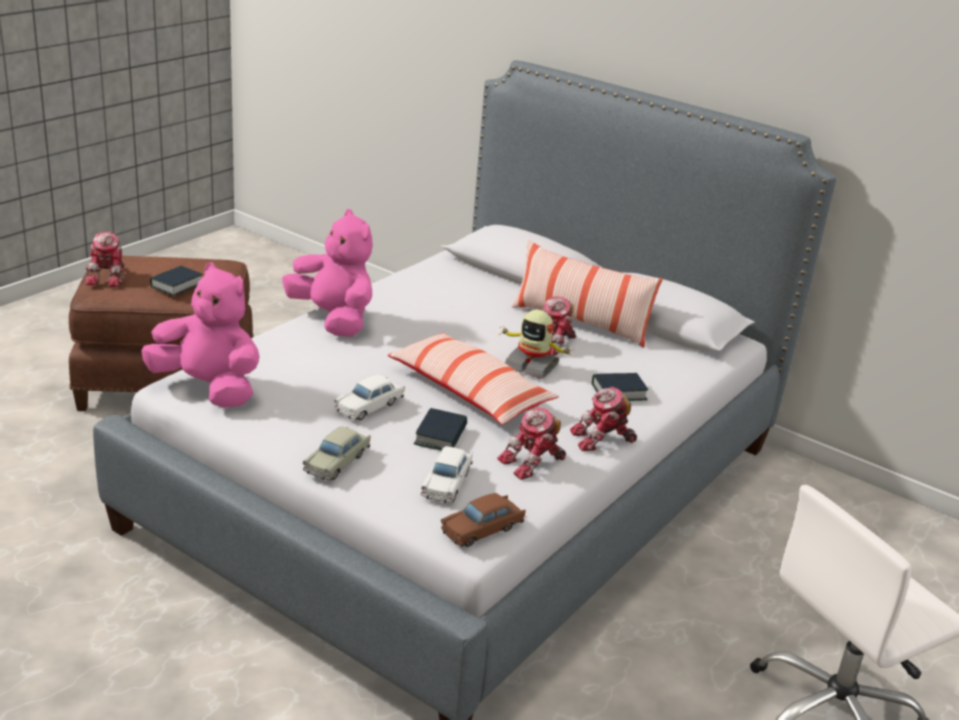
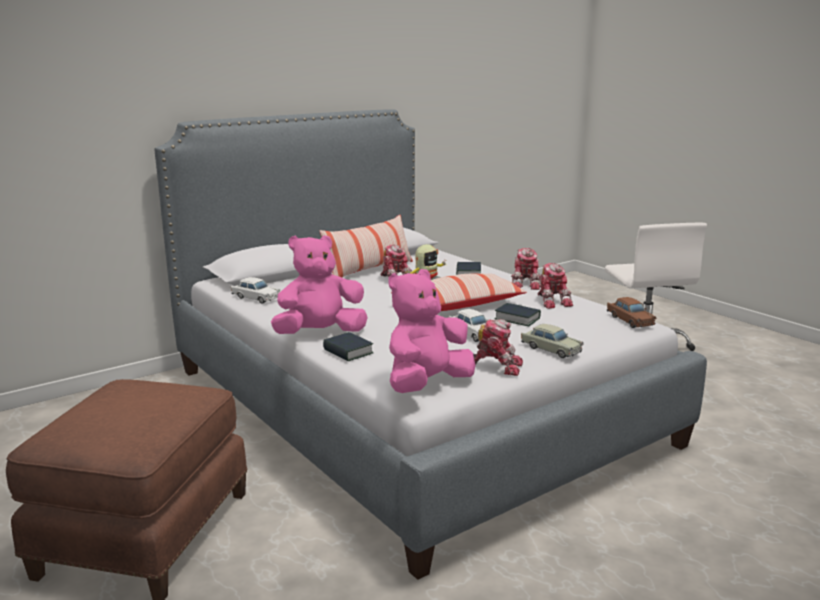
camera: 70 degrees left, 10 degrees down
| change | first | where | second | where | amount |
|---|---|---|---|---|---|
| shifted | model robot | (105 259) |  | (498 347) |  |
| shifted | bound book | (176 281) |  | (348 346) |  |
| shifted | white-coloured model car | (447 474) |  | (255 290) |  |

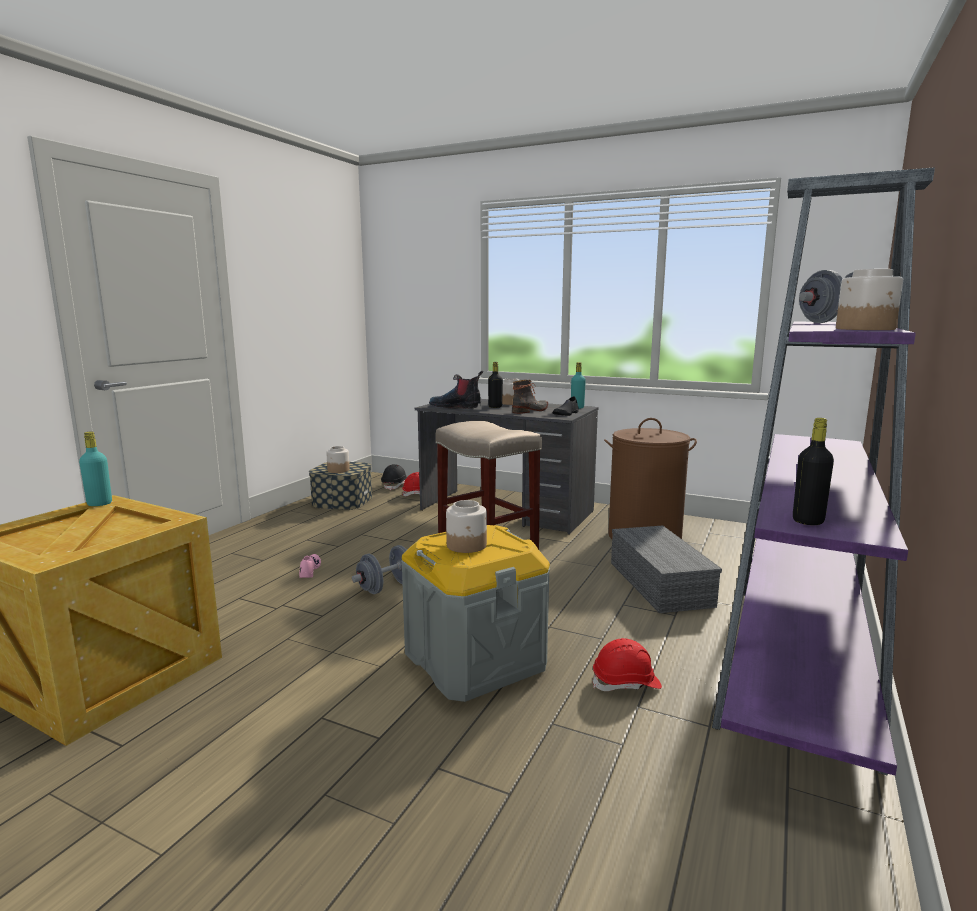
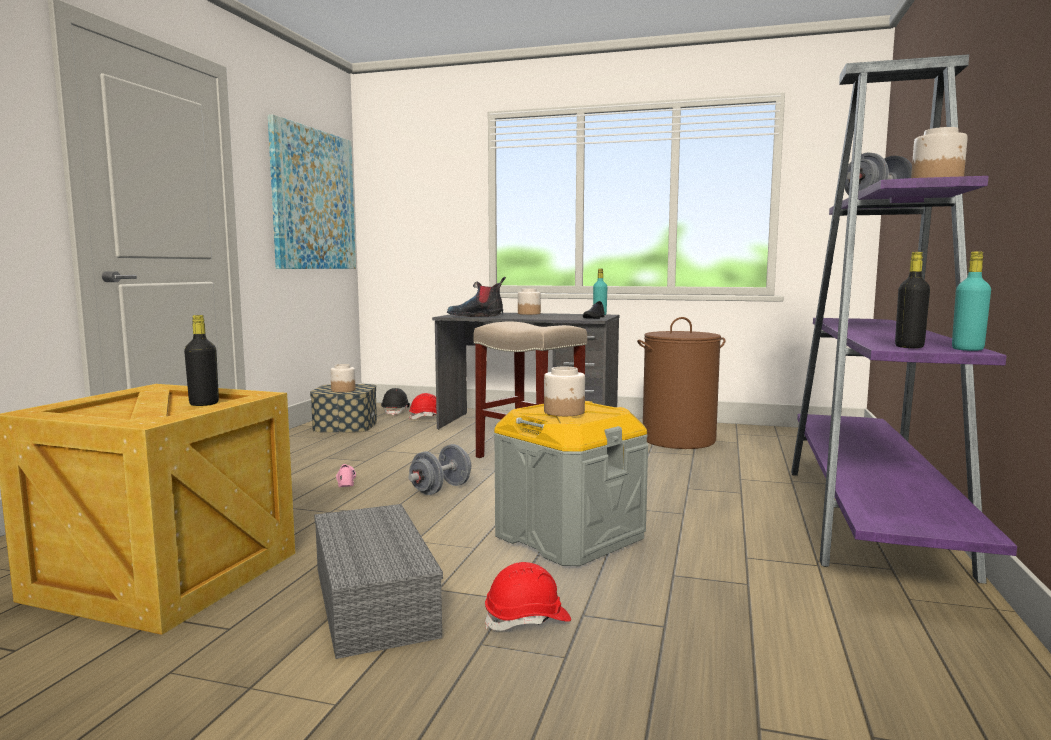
camera: 10 degrees left, 5 degrees down
| change | first | where | second | where | amount |
|---|---|---|---|---|---|
| shifted | turquoise beverage bottle | (95 469) |  | (971 301) |  |
| shifted | blackish beverage bottle | (495 385) |  | (201 360) |  |
| gone | high-top boot | (530 397) |  |  |  |
| shifted | red-coloured safety helmet | (627 664) |  | (528 596) |  |
| shifted | grey storage bin | (666 569) |  | (378 581) |  |
| new |  |  | picture | (312 191) |  |

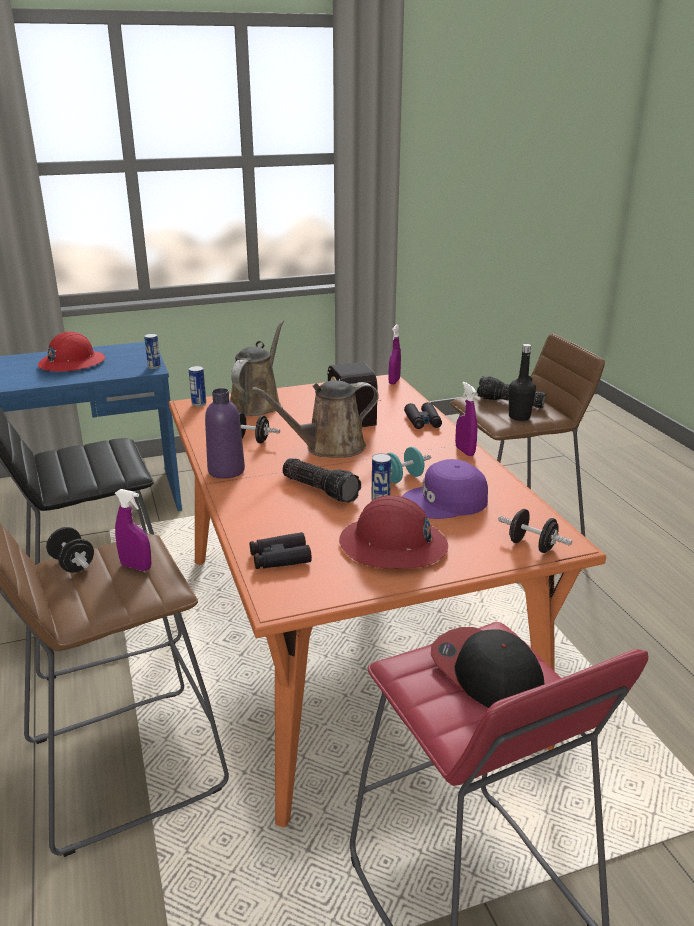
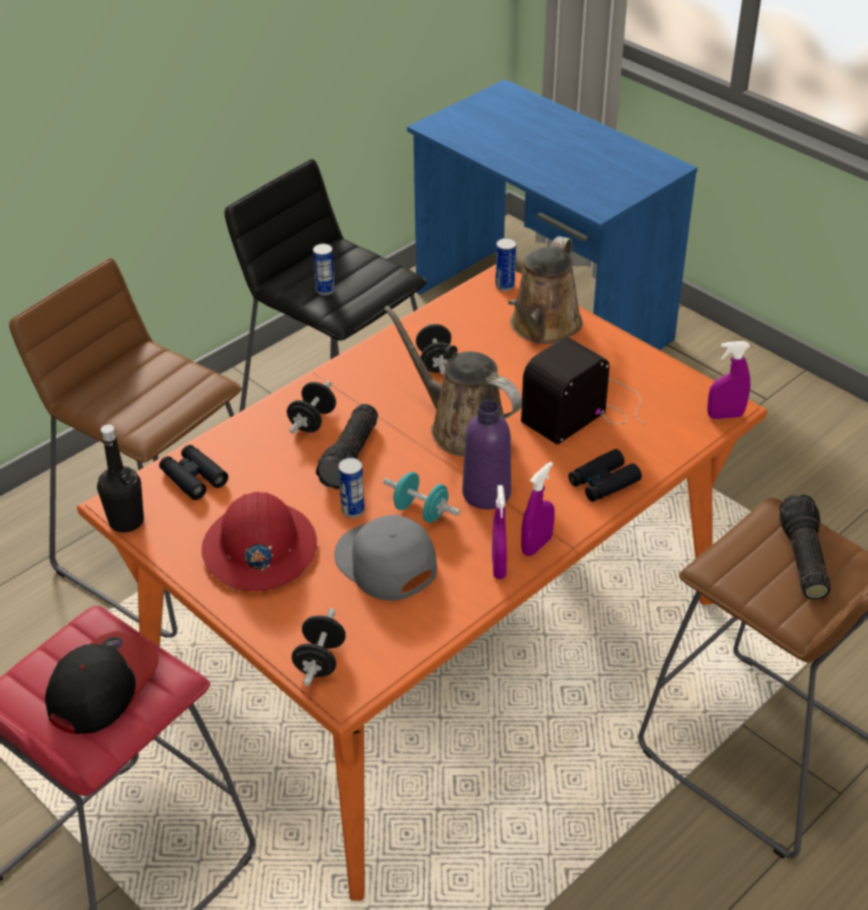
camera: 65 degrees right, 15 degrees up
| change | first | where | second | where | amount |
|---|---|---|---|---|---|
| gone | red-coloured safety helmet | (71 351) |  |  |  |
| shifted | blackish dumbbell | (70 550) |  | (311 407) |  |
| shifted | purplish hand sprayer | (133 530) |  | (499 532) |  |
| shifted | sealed can | (152 351) |  | (324 269) |  |
| shifted | purplish beverage bottle | (225 433) |  | (486 454) |  |
| rotated | brown-coloured watering can | (257 368) |  | (545 290) | 120 degrees clockwise |
| repainted | purplish baseball cap | (445 489) | grey baseball cap | (386 558) |  |
| shifted | blackish beverage bottle | (522 382) |  | (120 478) |  |

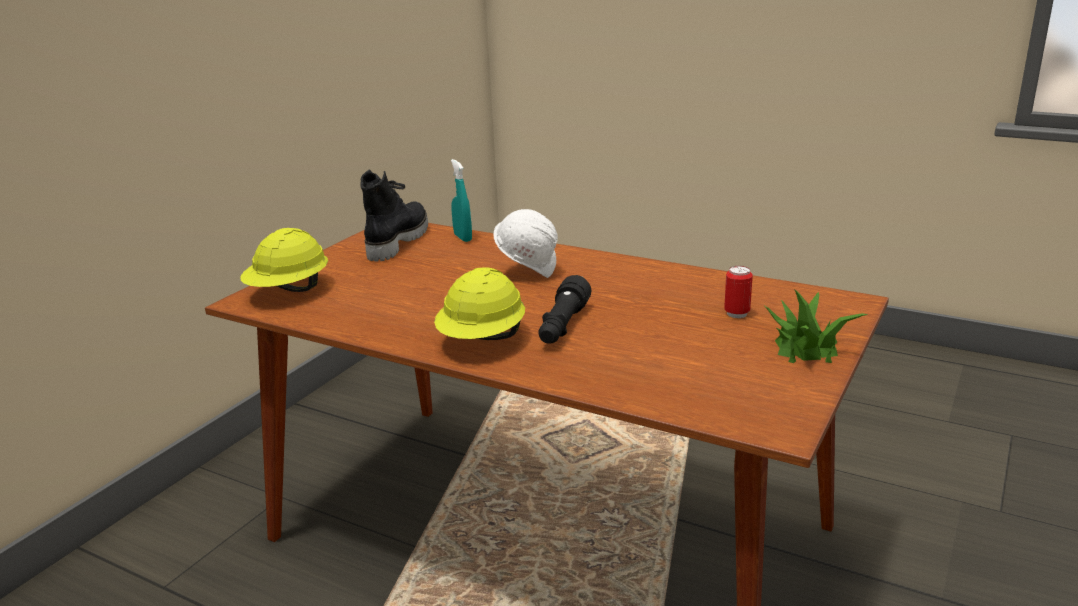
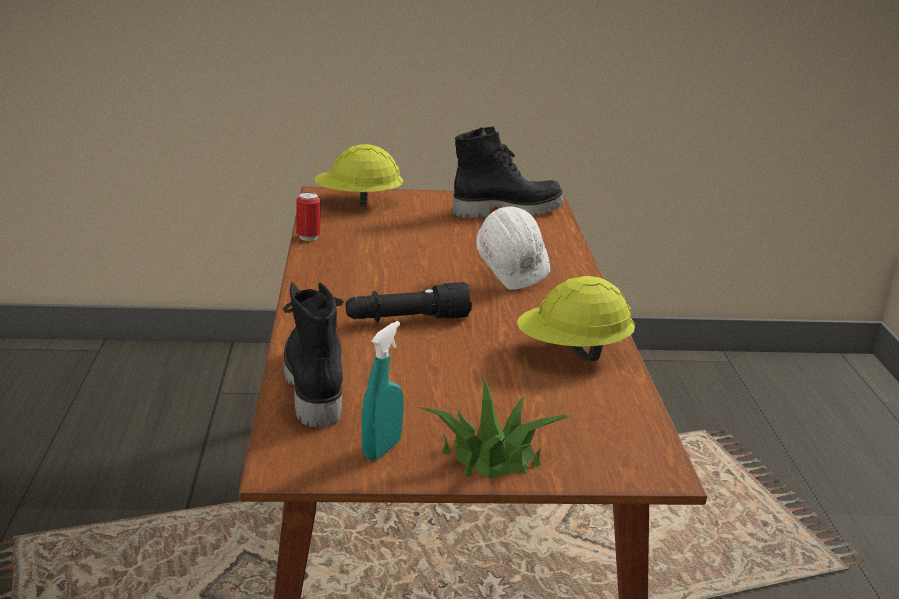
camera: 55 degrees right, 0 degrees up
| change | first | where | second | where | amount |
|---|---|---|---|---|---|
| shifted | yellow-coloured safety helmet | (479 303) |  | (576 318) |  |
| shifted | turquoise hand sprayer | (461 200) |  | (382 390) |  |
| shifted | sealed can | (738 292) |  | (308 216) |  |
| new |  |  | blackish high-top boot | (314 354) |  |

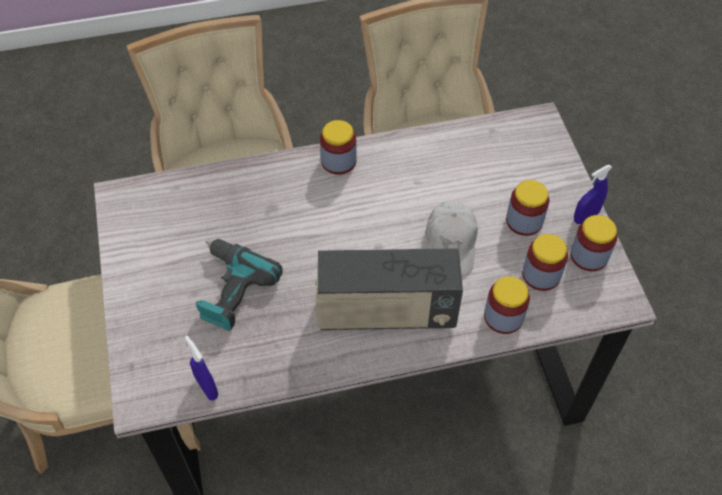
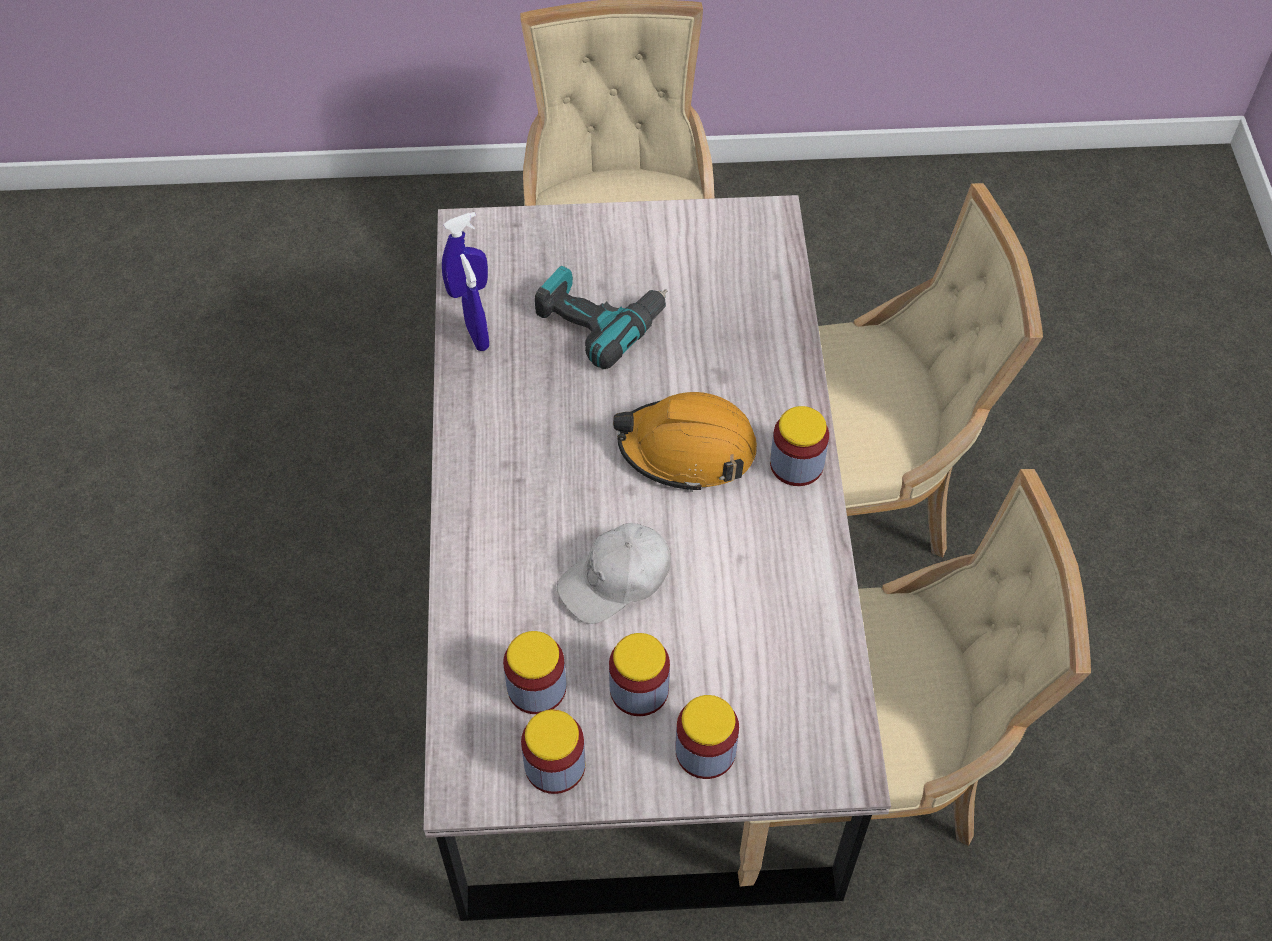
camera: 100 degrees right, 0 degrees up
| change | first | where | second | where | amount |
|---|---|---|---|---|---|
| gone | radio set | (389 289) |  |  |  |
| rotated | white-coloured baseball cap | (451 238) |  | (614 573) | 45 degrees counterclockwise |
| shifted | jar | (507 305) |  | (707 737) |  |
| shifted | bluish hand sprayer | (593 194) |  | (474 302) |  |
| new |  |  | orange safety helmet | (685 442) |  |

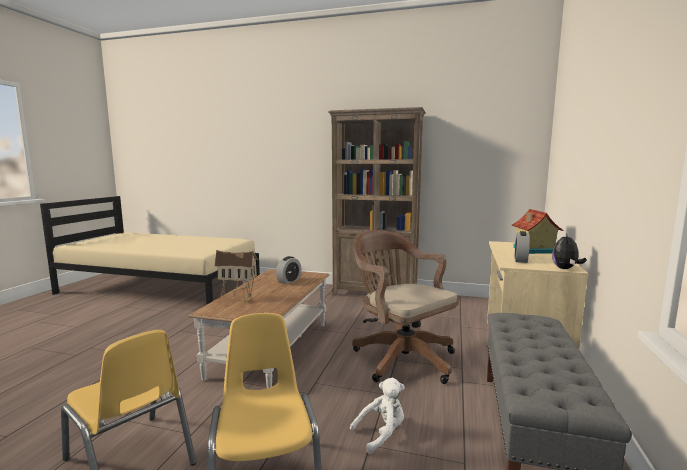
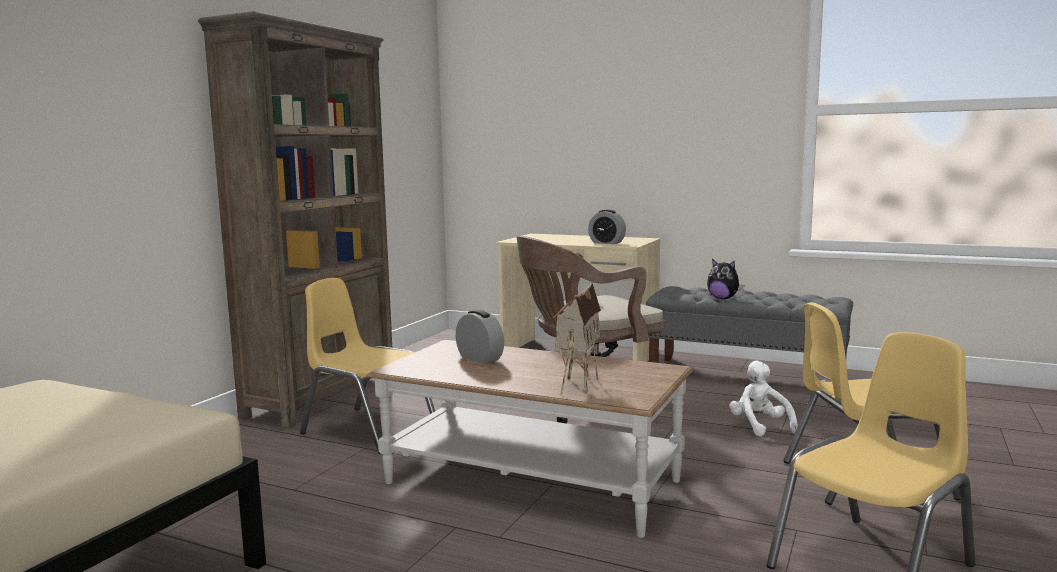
camera: 80 degrees left, 0 degrees up
| change | first | where | second | where | amount |
|---|---|---|---|---|---|
| gone | model house | (537 231) |  |  |  |
| shifted | soft toy | (569 251) |  | (725 279) |  |
| new |  |  | yellow-coloured chair | (367 366) |  |

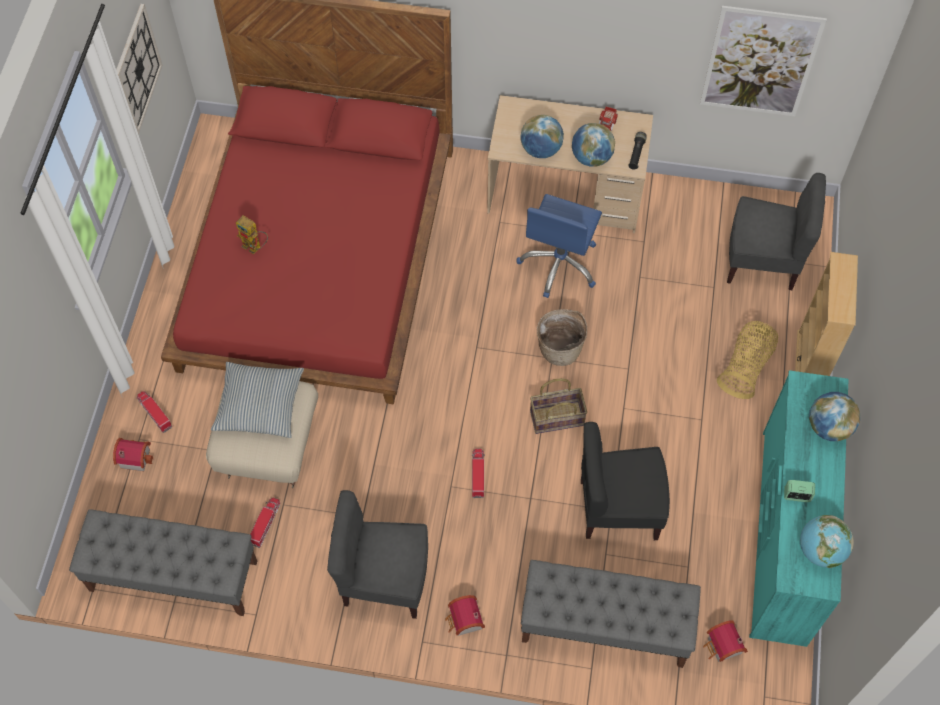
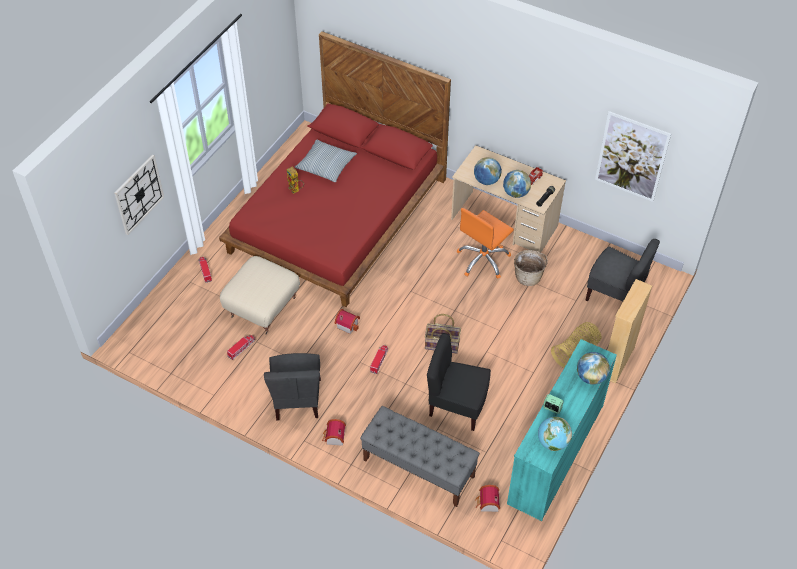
camera: 20 degrees right, 10 degrees down
| change | first | where | second | where | amount |
|---|---|---|---|---|---|
| gone | grey long seat | (163 562) |  |  |  |
| shifted | model house | (133 454) |  | (347 321) |  |
| shifted | clock on the wall | (139 69) |  | (139 194) |  |
| shifted | pillow | (257 400) |  | (326 161) |  |
| rotated | grey chair | (377 554) |  | (292 386) | 120 degrees counterclockwise |
| repainted | bluish computer chair | (559 246) | orange computer chair | (485 243) |  |
| shifted | basket | (562 337) |  | (531 268) |  |

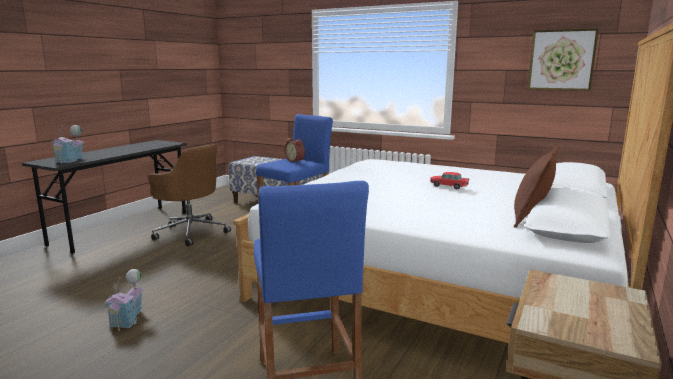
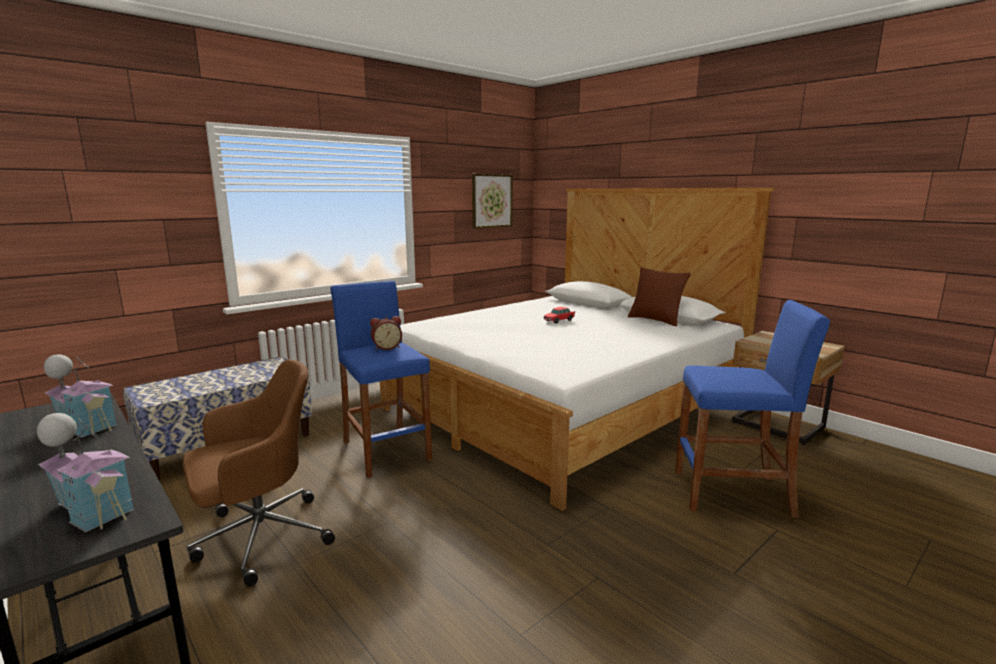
camera: 70 degrees left, 0 degrees up
| change | first | where | second | where | amount |
|---|---|---|---|---|---|
| shifted | model house | (124 300) |  | (80 396) |  |

